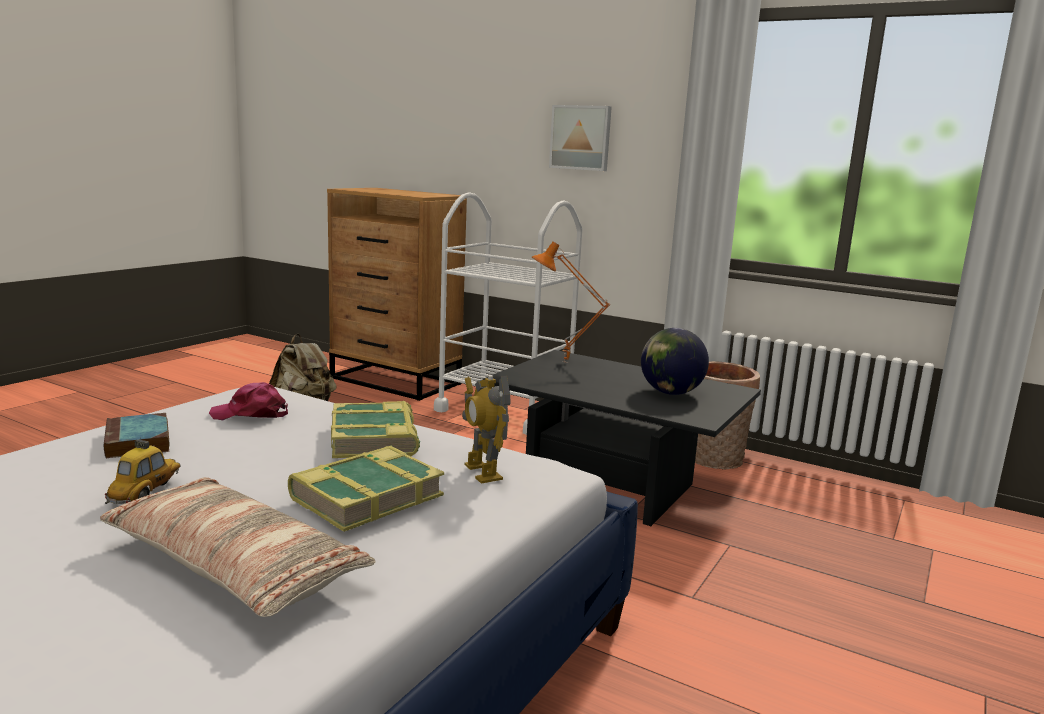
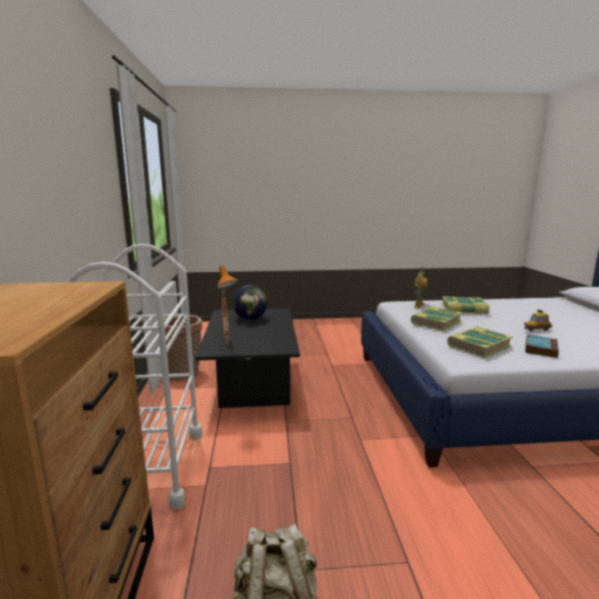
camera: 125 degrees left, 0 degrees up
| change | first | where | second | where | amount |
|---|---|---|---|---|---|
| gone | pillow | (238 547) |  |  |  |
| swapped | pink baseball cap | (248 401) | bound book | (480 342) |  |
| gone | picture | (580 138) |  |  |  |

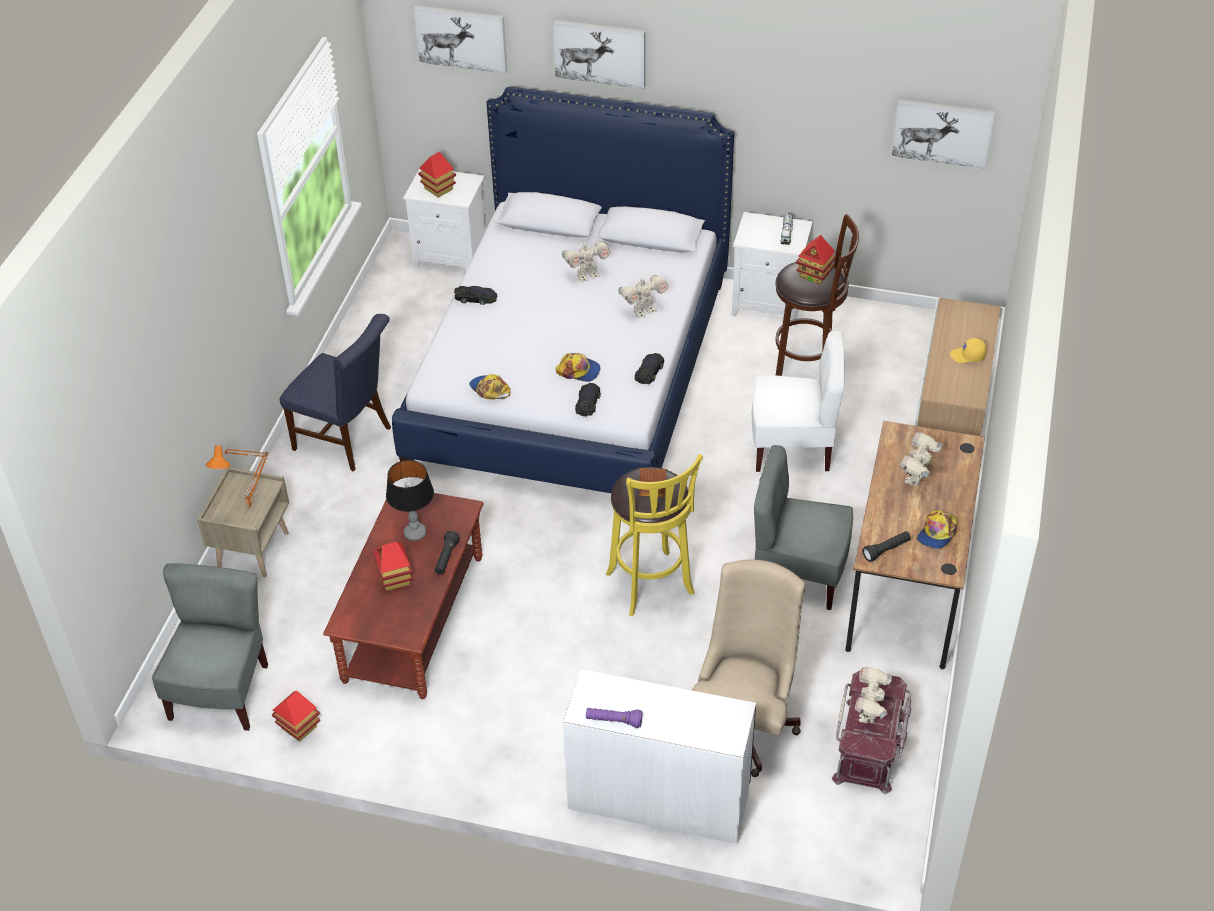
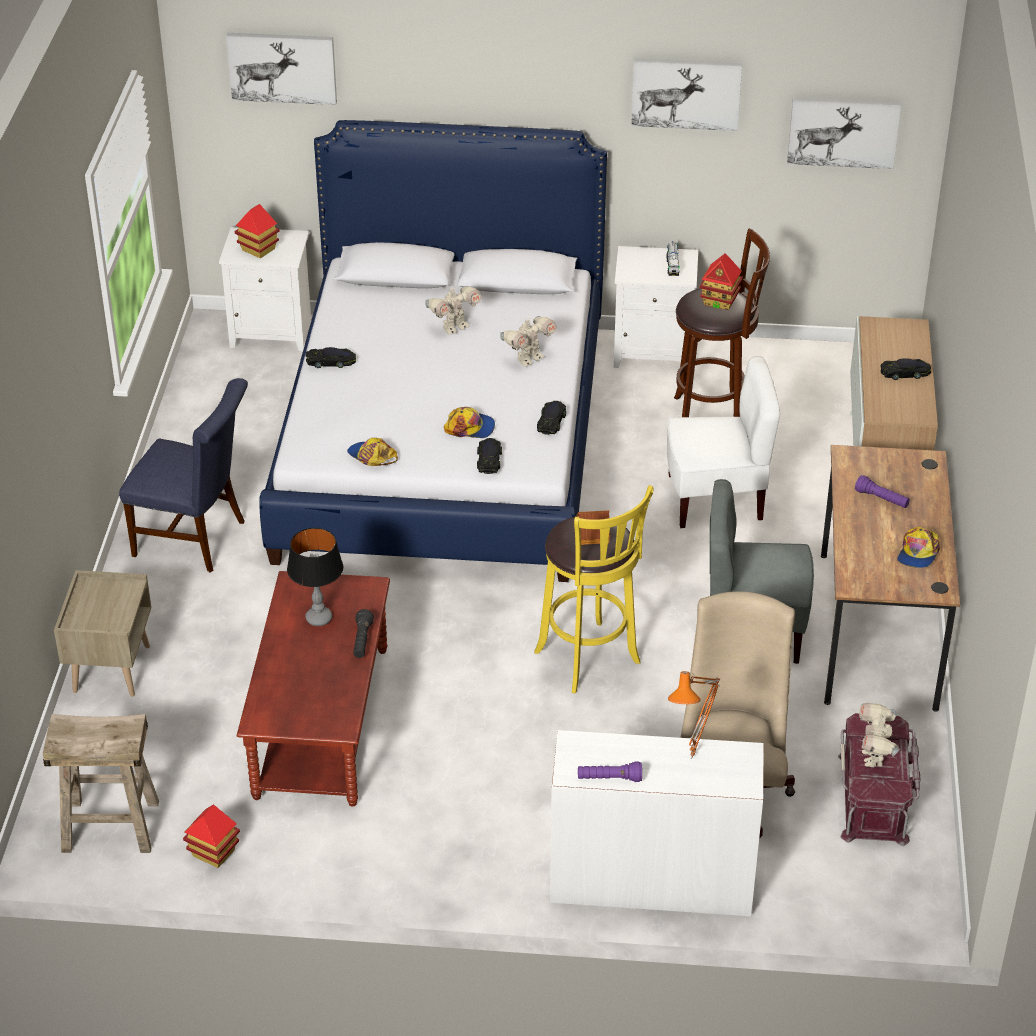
camera: 10 degrees left, 5 degrees down
| change | first | where | second | where | amount |
|---|---|---|---|---|---|
| swapped | grey chair | (210 647) | sand-coloured sitting stool | (101 783) |  |
| shifted | orange lamp for a table | (237 477) |  | (694 714) |  |
| gone | model house | (393 566) |  |  |  |
| shifted | picture | (599 54) |  | (686 94) |  |
| gone | blackish torch | (886 546) |  |  |  |
| swapped | model robot | (921 459) | purplish torch | (882 491) |  |
| swapped | yellow-coloured baseball cap | (968 350) | blackish model car | (905 369) |  |

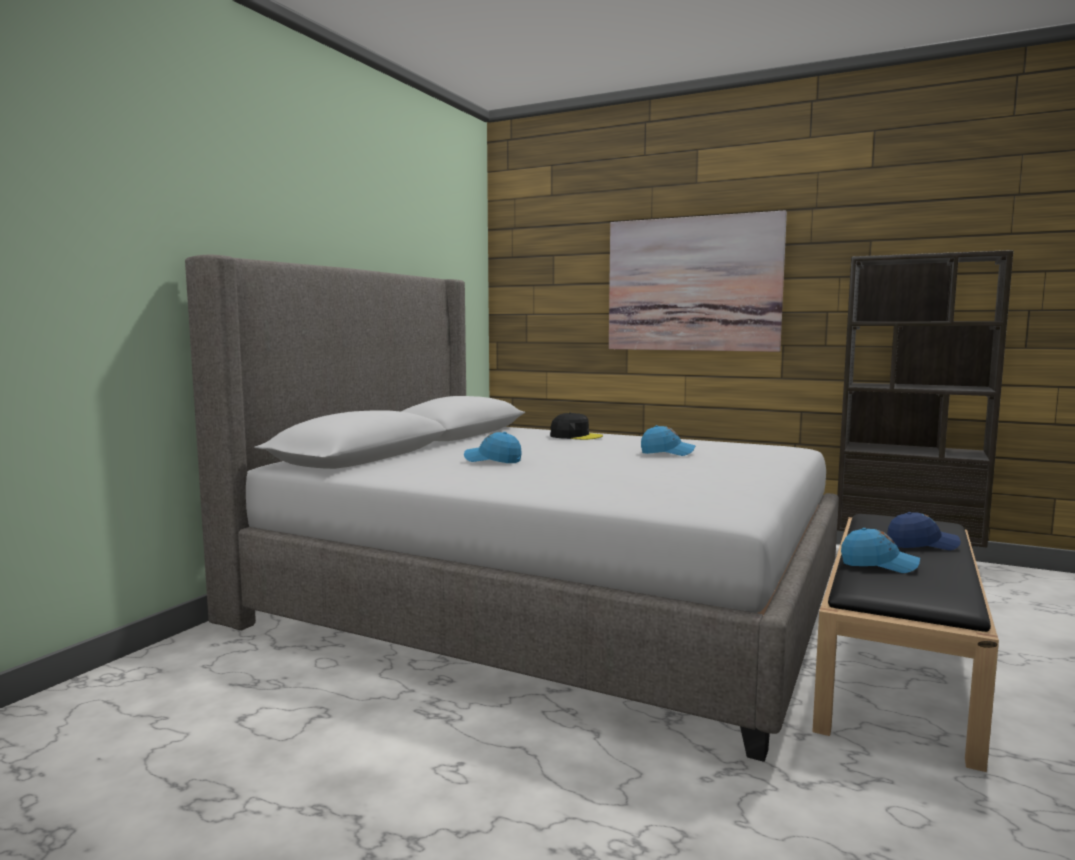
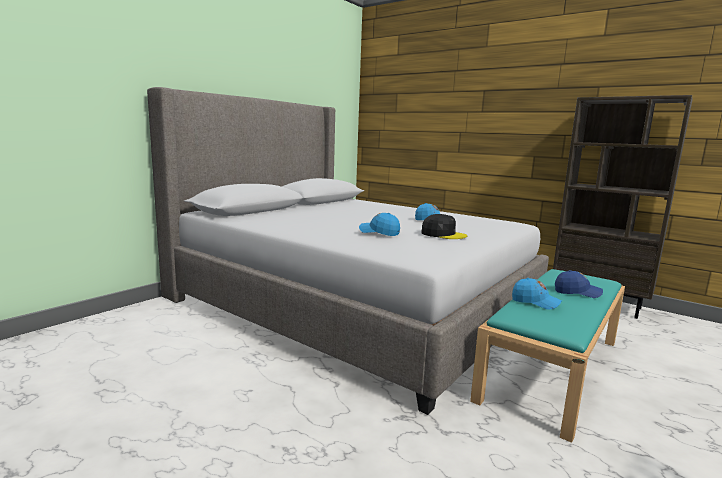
camera: 10 degrees right, 5 degrees up
| change | first | where | second | where | amount |
|---|---|---|---|---|---|
| shifted | bluish baseball cap | (493 447) |  | (379 224) |  |
| shifted | blackish baseball cap | (576 426) |  | (444 226) |  |
| gone | picture | (698 281) |  |  |  |
| repainted | blackish long seat | (905 643) | turquoise long seat | (547 356) |  |

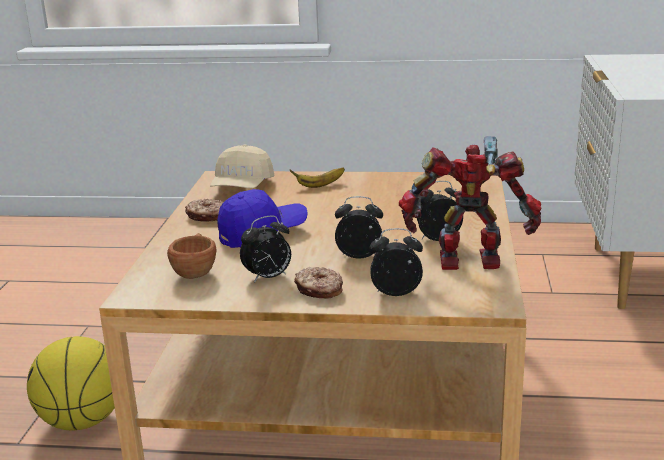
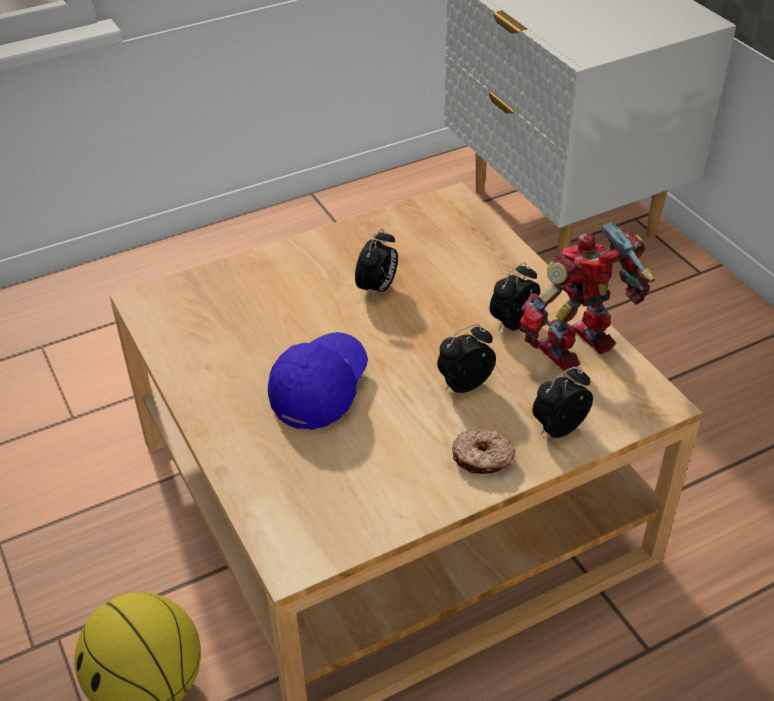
camera: 35 degrees left, 20 degrees up
| change | first | where | second | where | amount |
|---|---|---|---|---|---|
| gone | brown-coloured drinking cup | (192 256) |  |  |  |
| gone | ring doughnut | (204 210) |  |  |  |
| gone | sand-coloured baseball cap | (242 166) |  |  |  |
| shifted | table clock | (265 249) |  | (376 264) |  |
| gone | banana fruit | (317 177) |  |  |  |

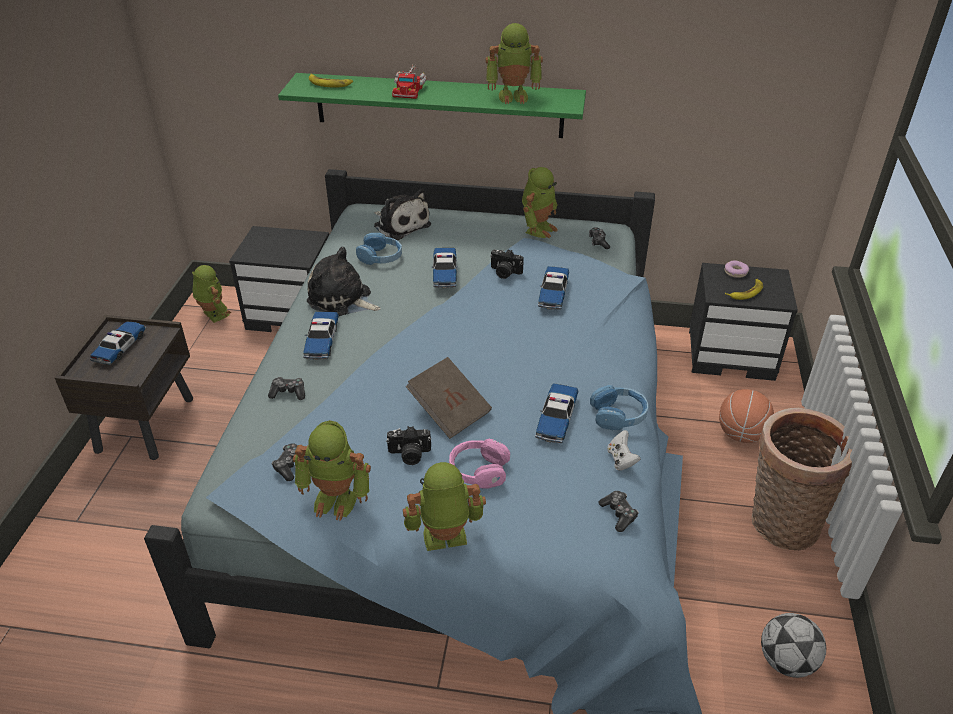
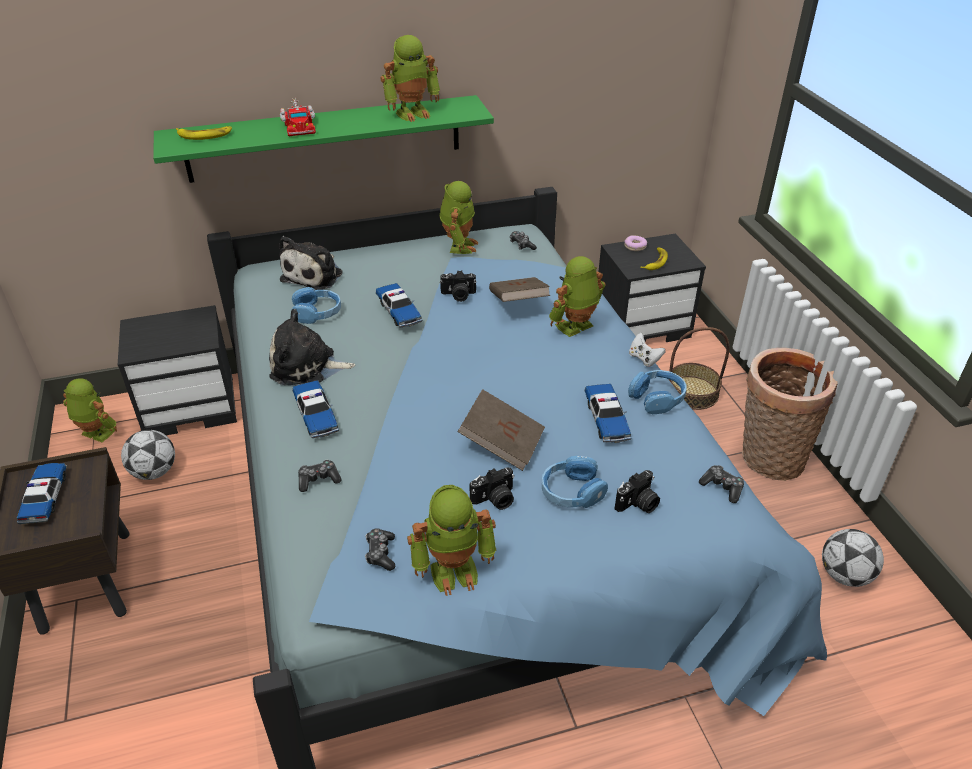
camera: 25 degrees left, 0 degrees up
| change | first | where | second | where | amount |
|---|---|---|---|---|---|
| rotated | soft toy | (402 214) |  | (310 263) | 90 degrees clockwise |
| shifted | model robot | (444 506) |  | (577 296) |  |
| repainted | pink headset | (479 464) | bluish headset | (575 482) |  |
| swapped | model car | (553 288) | brown-coloured bound book | (519 289) |  |
| shifted | white-coloured game controller | (624 450) |  | (647 350) |  |
| swapped | ball for basketball | (746 416) | basket | (699 368) |  |
| new |  |  | football | (148 455) |  |
| new |  |  | still camera | (637 491) |  |

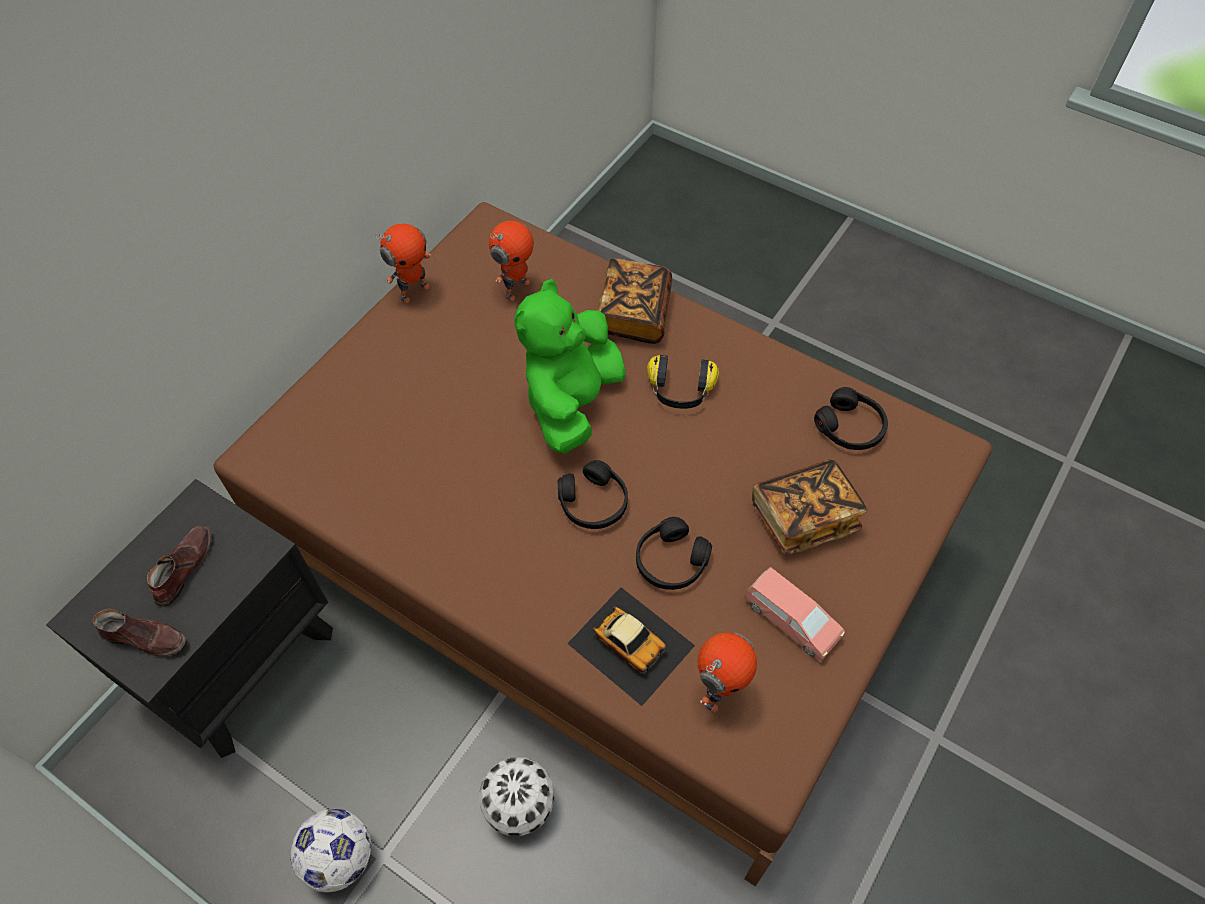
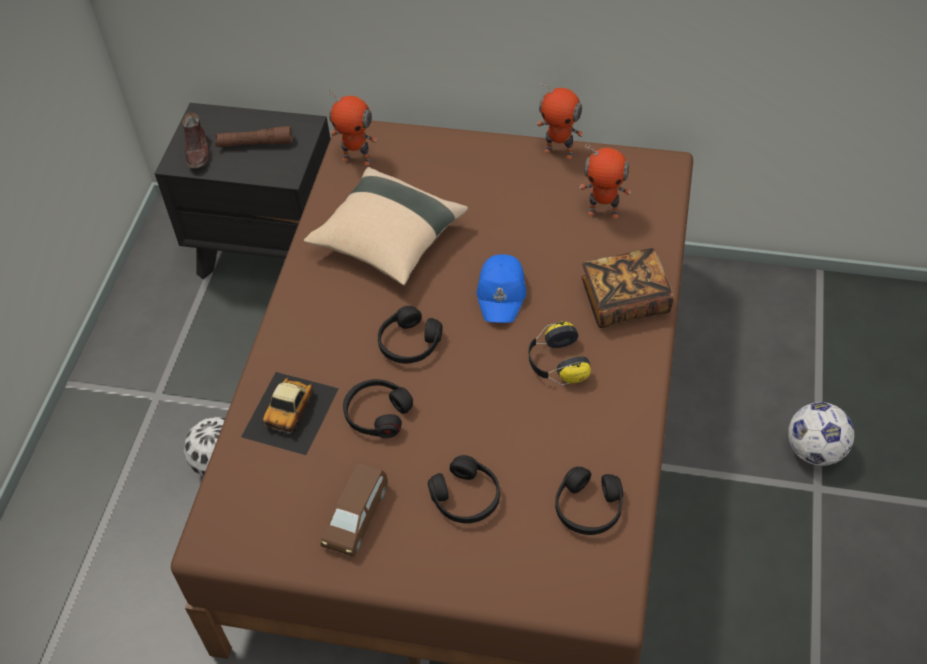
camera: 70 degrees right, 5 degrees down
| change | first | where | second | where | amount |
|---|---|---|---|---|---|
| swapped | brown-coloured item of footwear | (179 566) | brown-coloured torch | (253 136) |  |
| shifted | football | (331 850) |  | (821 434) |  |
| swapped | greenish soft toy | (570 366) | bluish baseball cap | (501 288) |  |
| shifted | model robot | (727 673) |  | (353 127) |  |
| repainted | pink model car | (794 614) | brown-coloured model car | (354 510) |  |
| swapped | bound book | (810 507) | blackish headset | (464 489) |  |
| new |  |  | sand-coloured pillow | (386 226) |  |

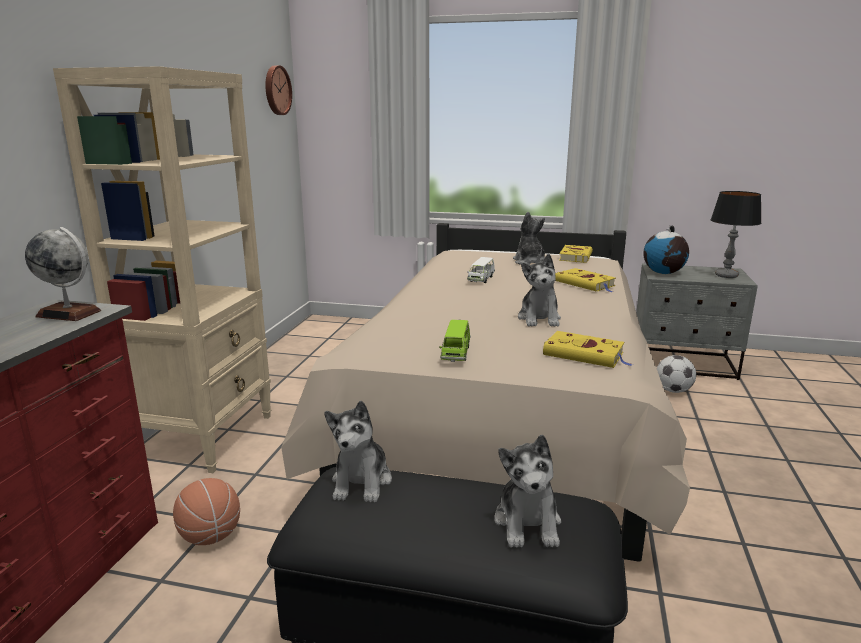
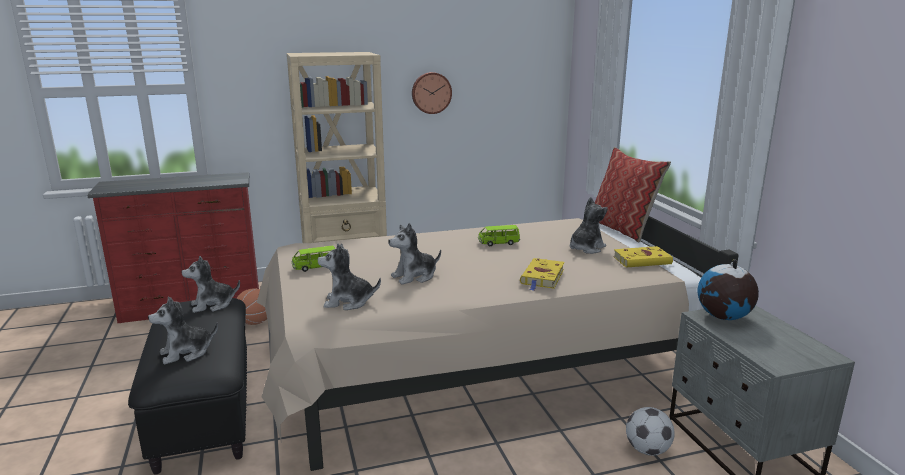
camera: 60 degrees right, 0 degrees up
| change | first | where | second | where | amount |
|---|---|---|---|---|---|
| gone | world globe | (63 274) |  |  |  |
| shifted | clock on the wall | (278 90) |  | (432 93) |  |
| repainted | white-coloured model car | (481 270) | greenish model car | (499 235) |  |
| swapped | yellow-coloured bound book | (587 349) | soft toy | (349 276) |  |
| gone | lamp for a table | (736 234) |  |  |  |
| new |  |  | pillow | (633 194) |  |

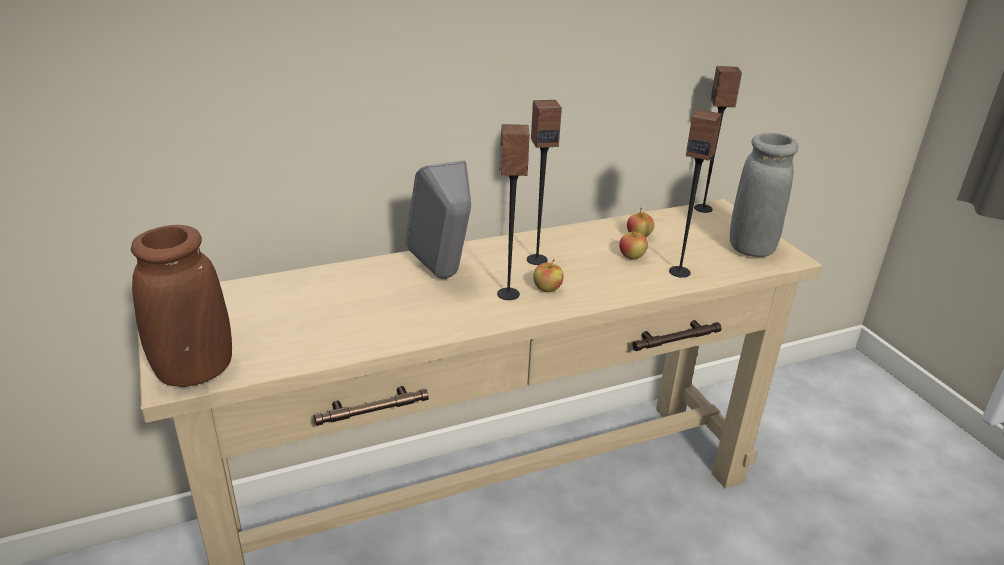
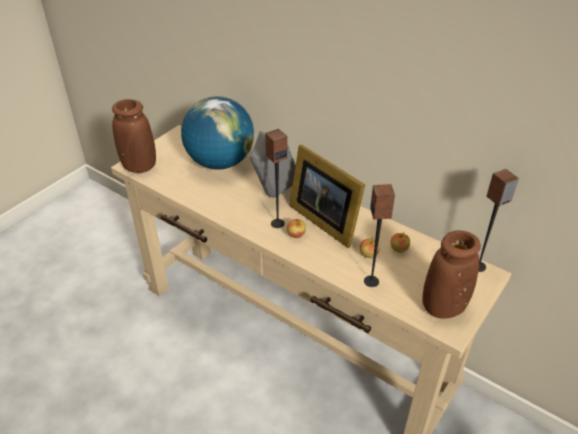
camera: 60 degrees right, 10 degrees up
| change | first | where | second | where | amount |
|---|---|---|---|---|---|
| swapped | audio speaker | (544 182) | photo frame | (327 196) |  |
| repainted | grey flower vase | (764 195) | brown-coloured flower vase | (451 274) |  |
| new |  |  | world globe | (217 133) |  |

